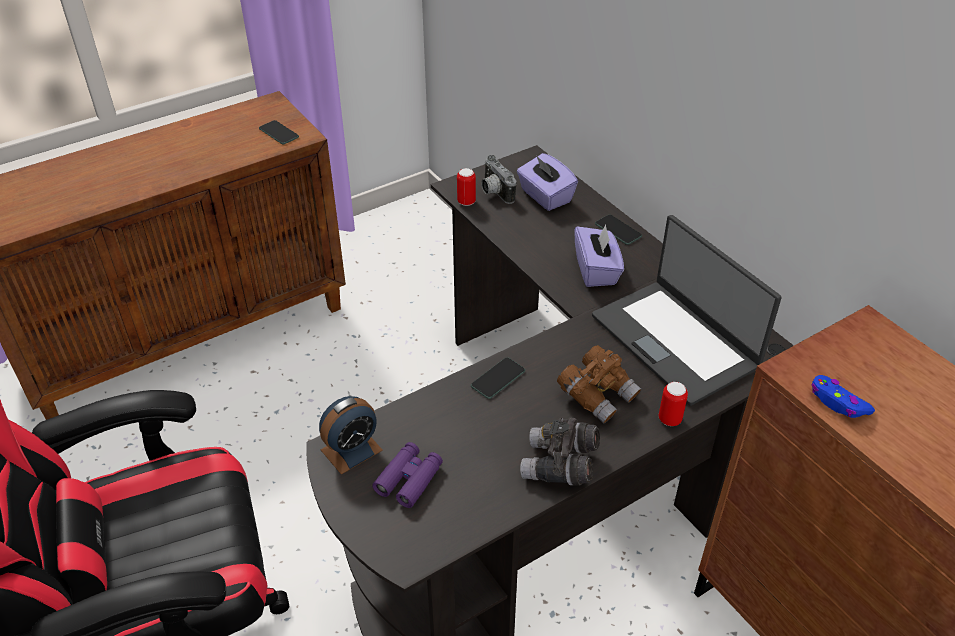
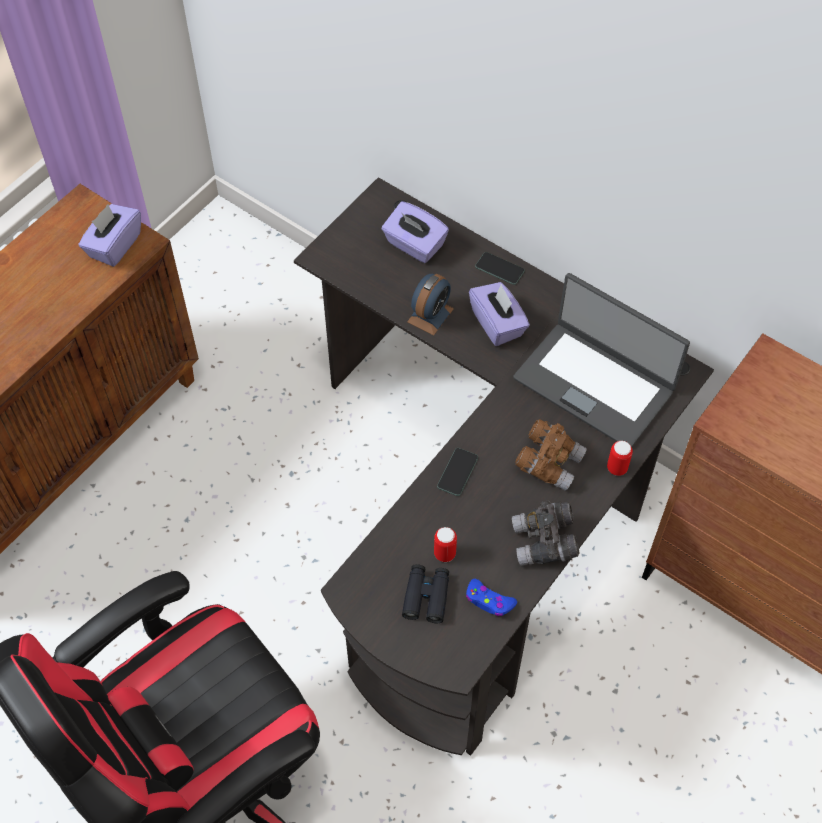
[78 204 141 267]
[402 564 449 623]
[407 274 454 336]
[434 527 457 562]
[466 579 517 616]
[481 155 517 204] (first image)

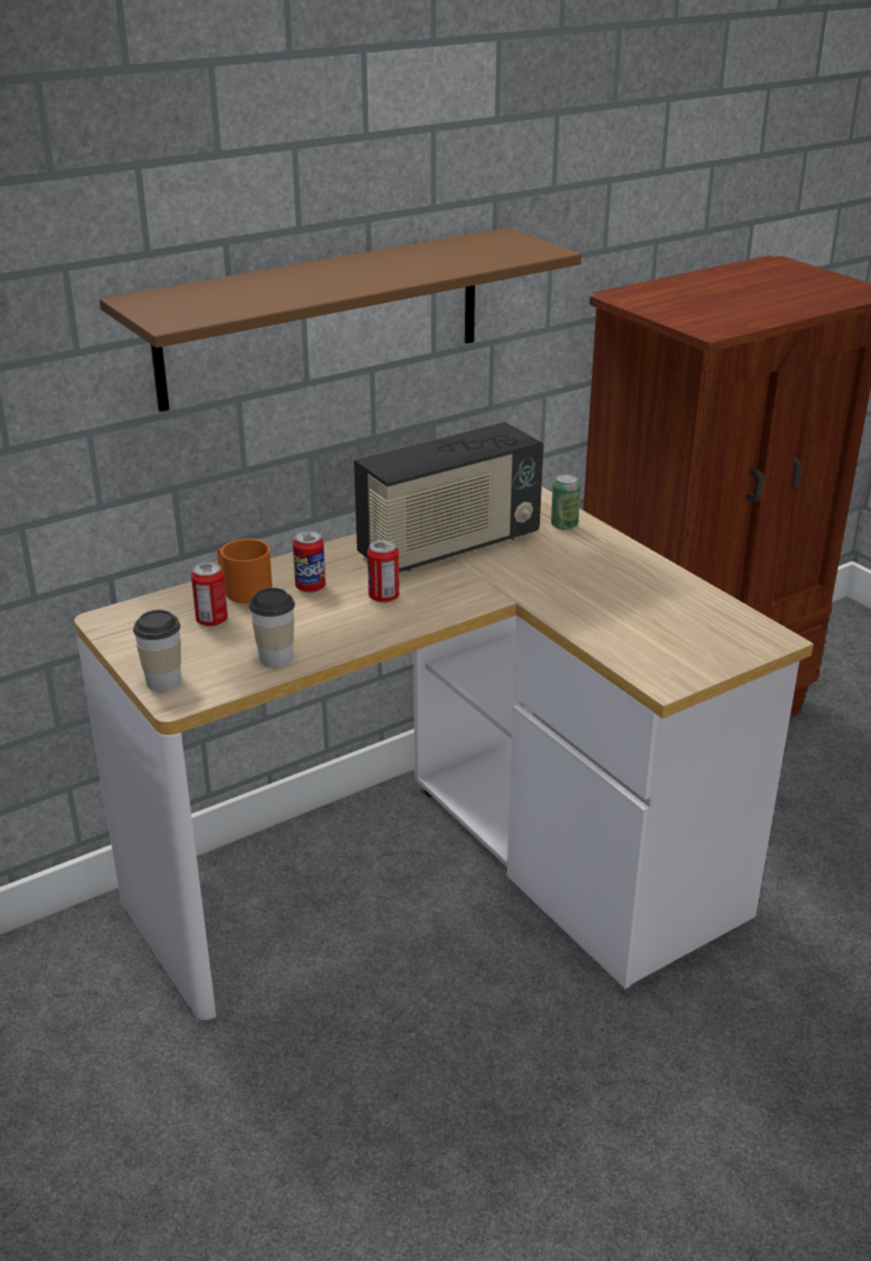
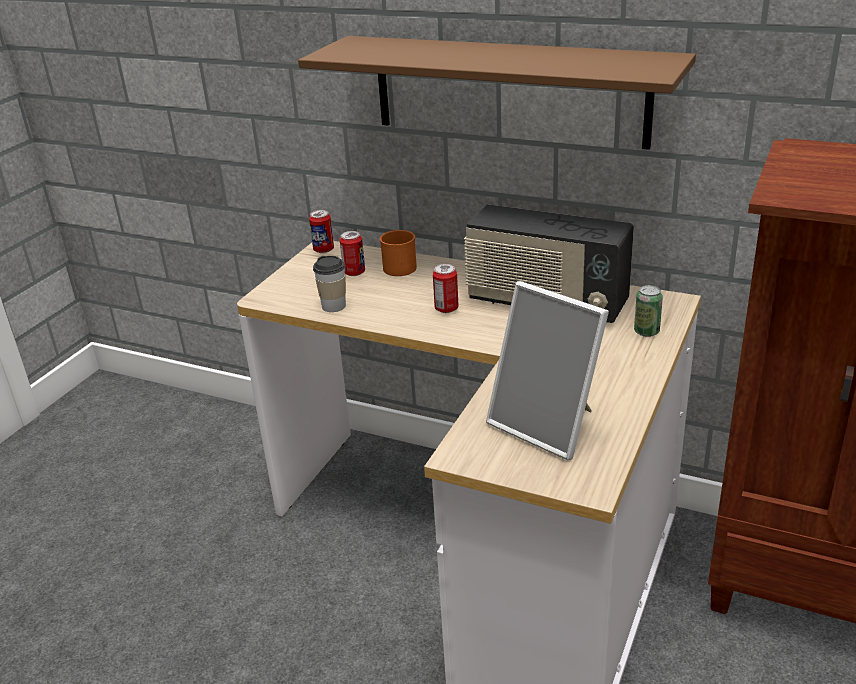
[309 210 334 253]
[486 281 609 460]
[133 610 181 691] (first image)

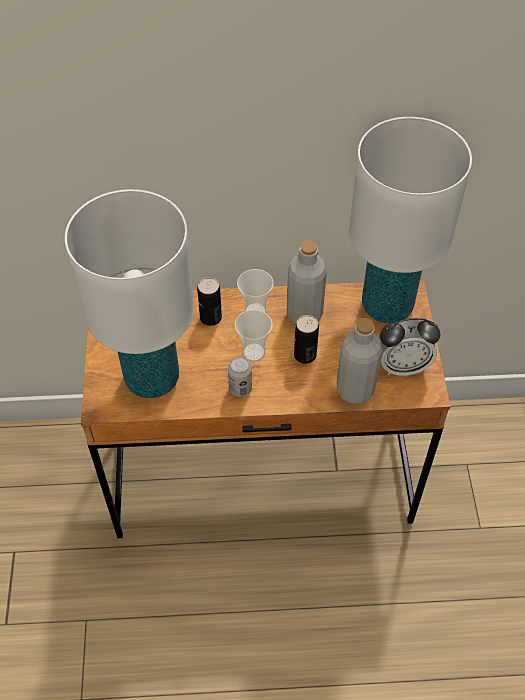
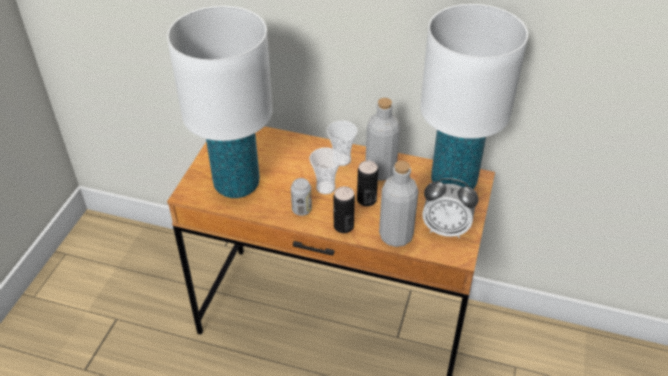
[334 186 355 233]

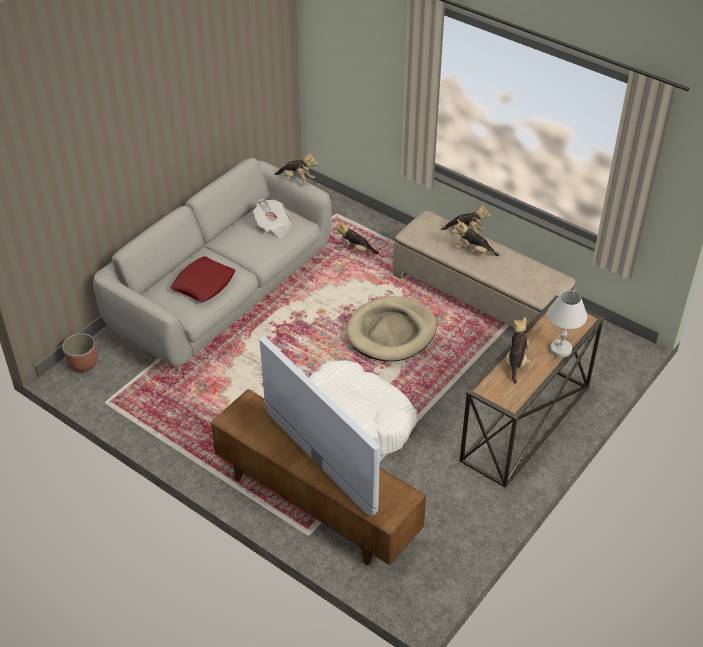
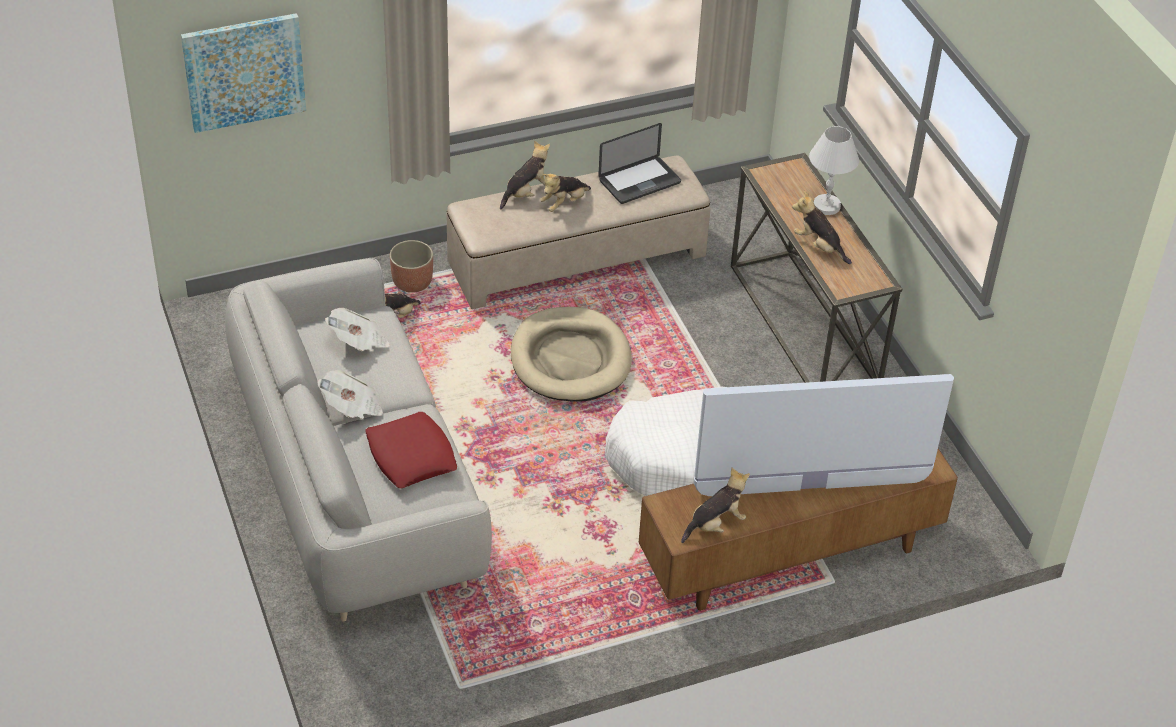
[181 13 306 133]
[317 370 383 419]
[390 240 433 293]
[598 123 681 204]
[681 468 750 543]

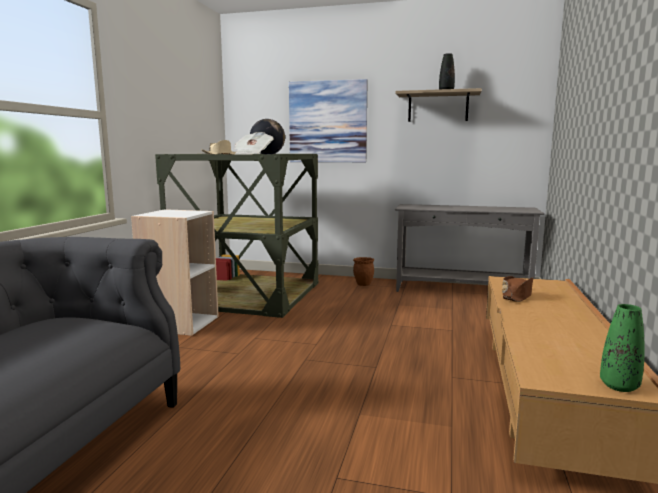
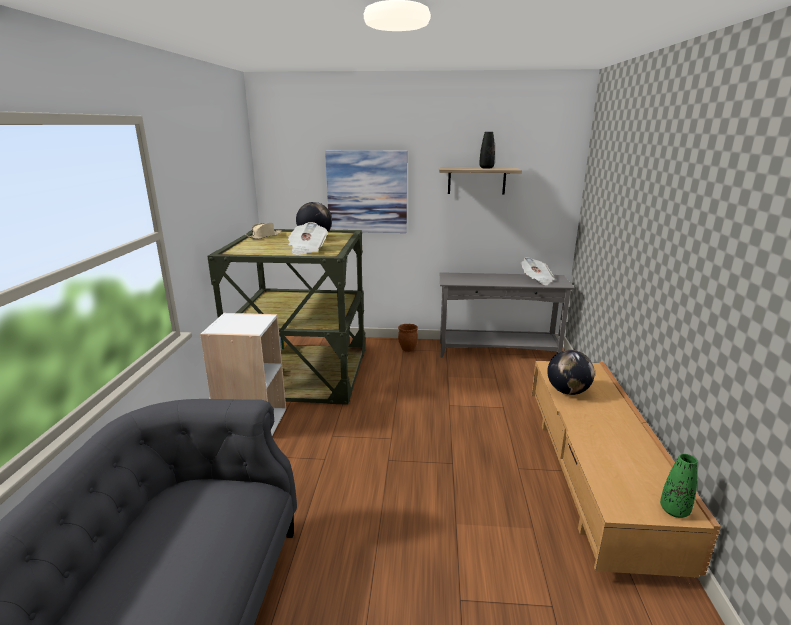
[521 257 555 285]
[547 350 595 395]

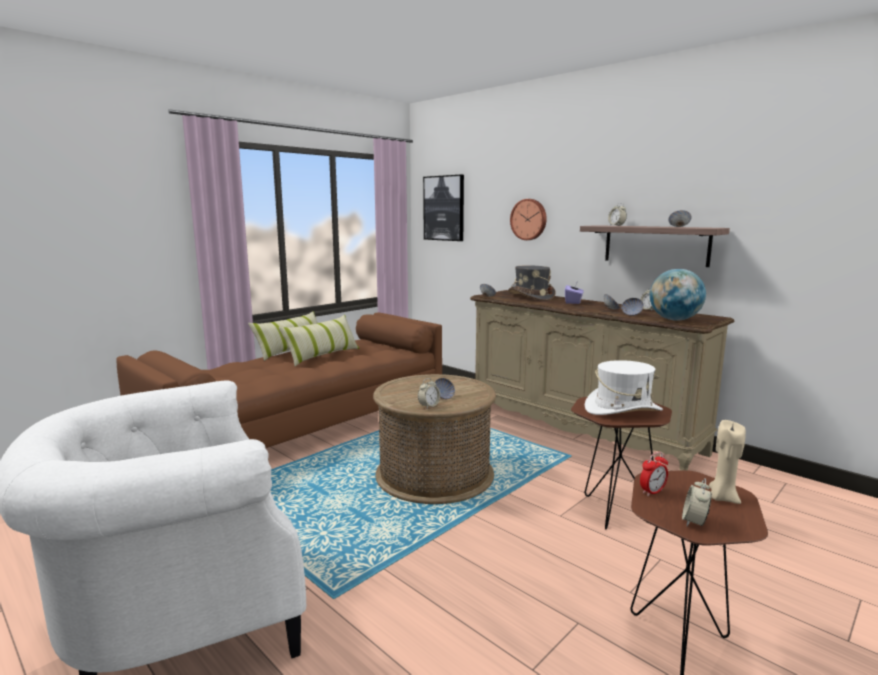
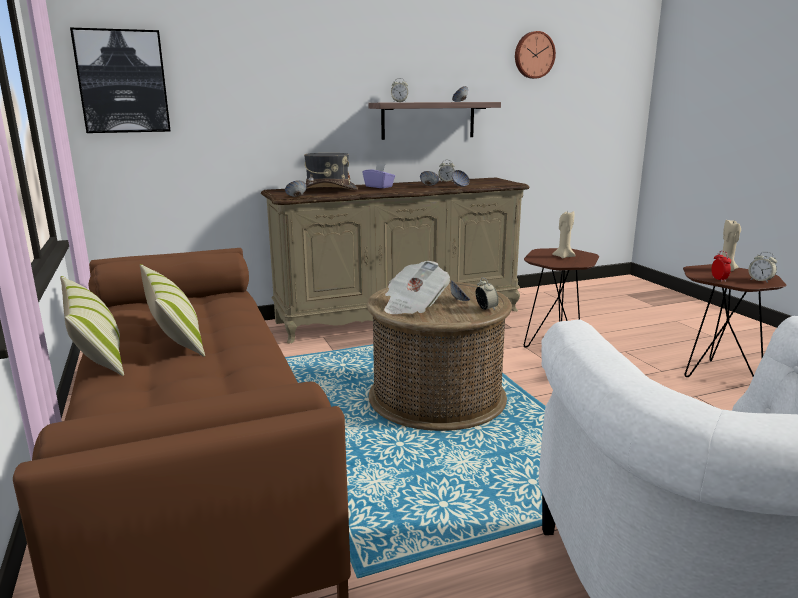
[384 261 450 314]
[515 31 556 79]
[552 211 576 259]
[650 269 706 321] (first image)

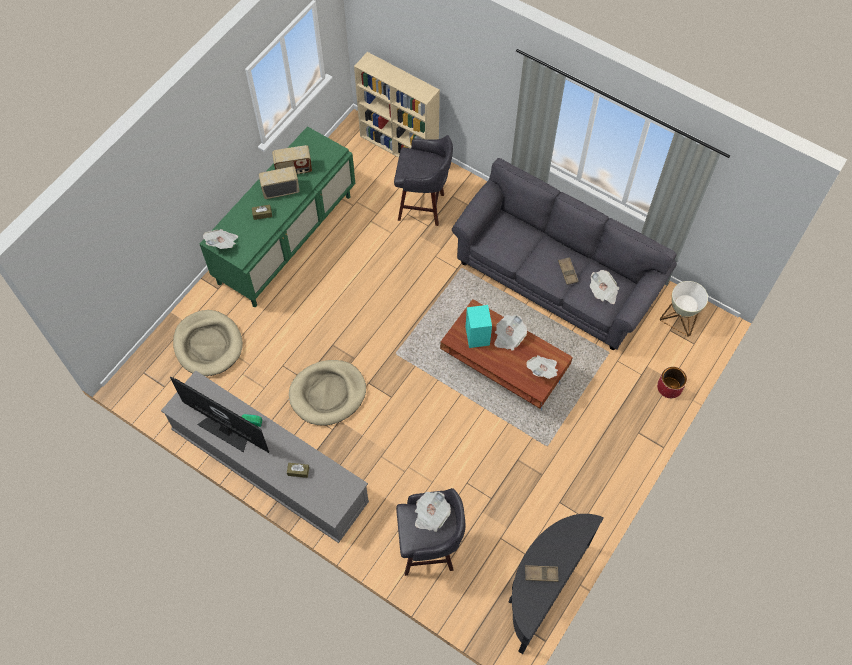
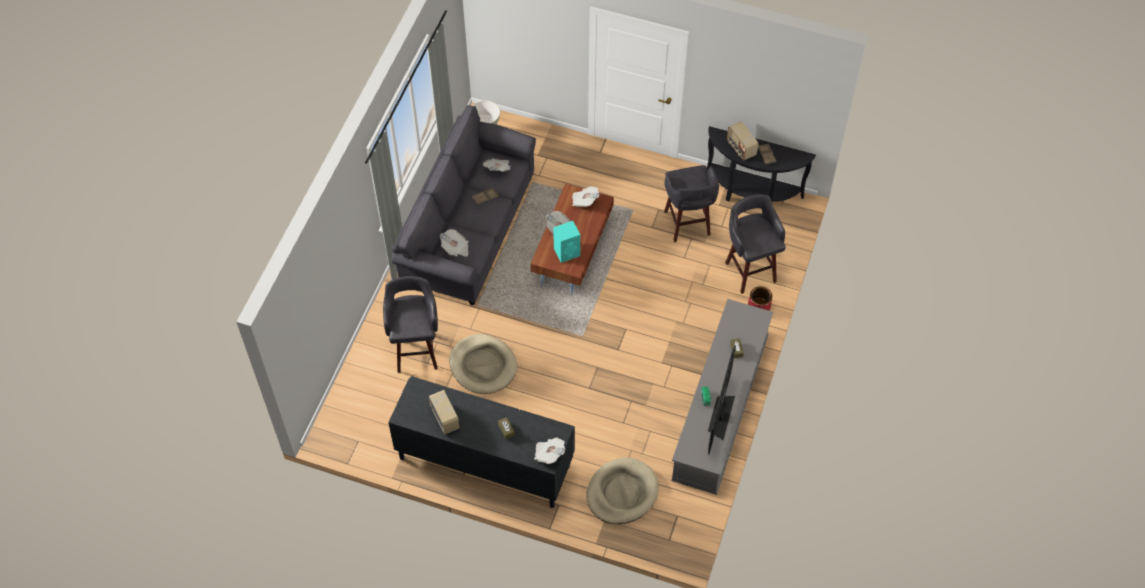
[388 376 575 508]
[440 229 469 257]
[449 334 517 394]
[664 165 719 242]
[727 121 759 160]
[748 286 773 311]
[354 52 440 158] (first image)

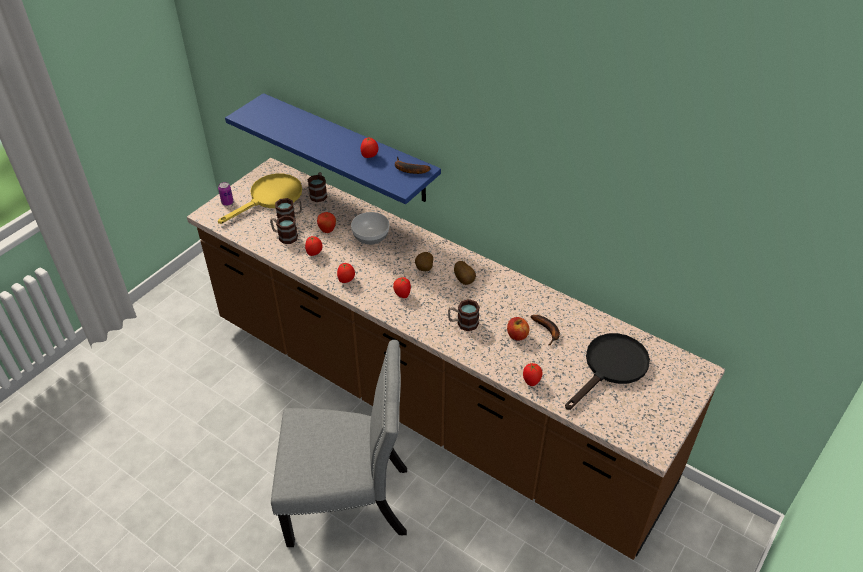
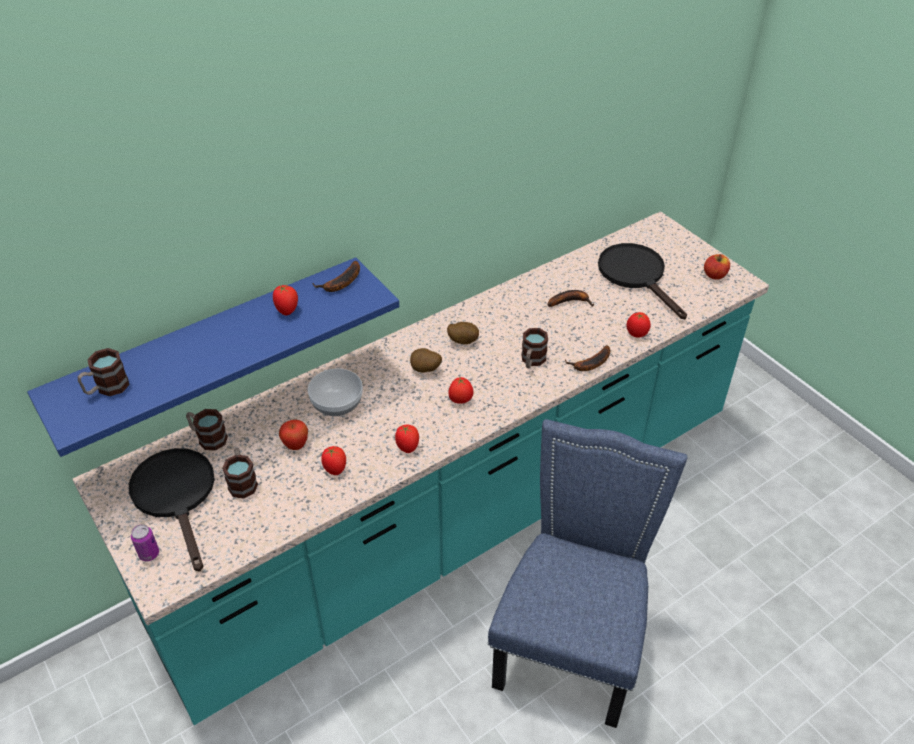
[73 211 769 725]
[78 348 130 396]
[129 448 215 572]
[488 419 688 728]
[565 345 610 371]
[704 254 730 280]

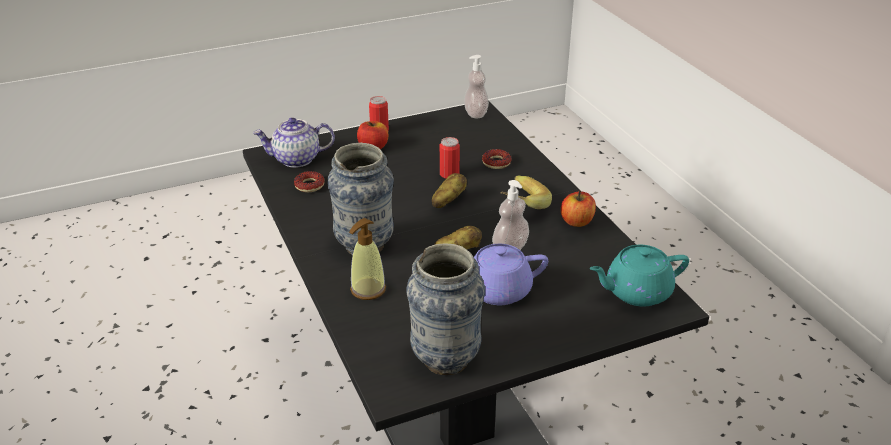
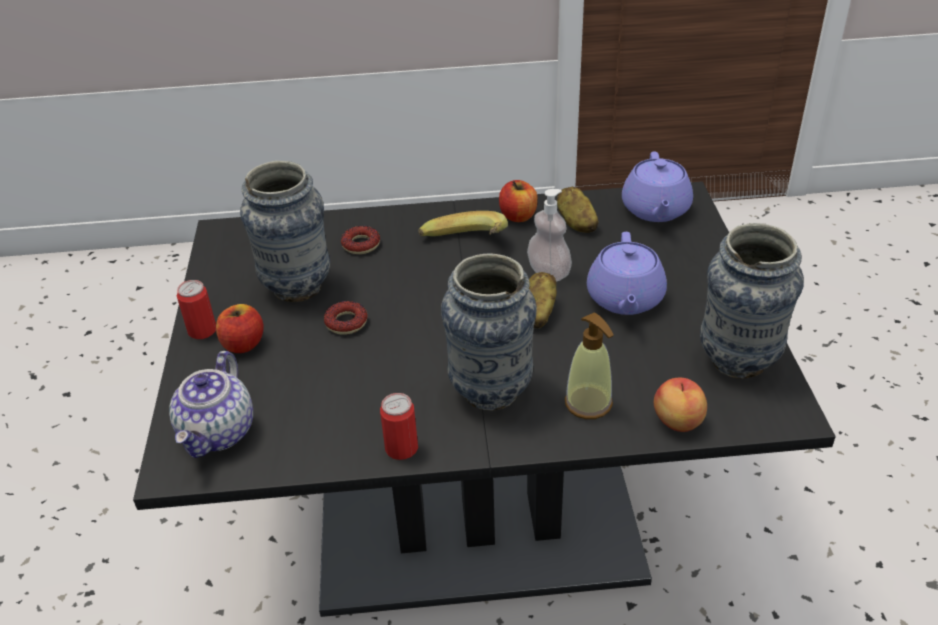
[240 161 330 302]
[324 301 367 335]
[380 393 418 460]
[557 186 599 233]
[622 152 693 222]
[654 378 707 432]
[464 55 489 118] (first image)

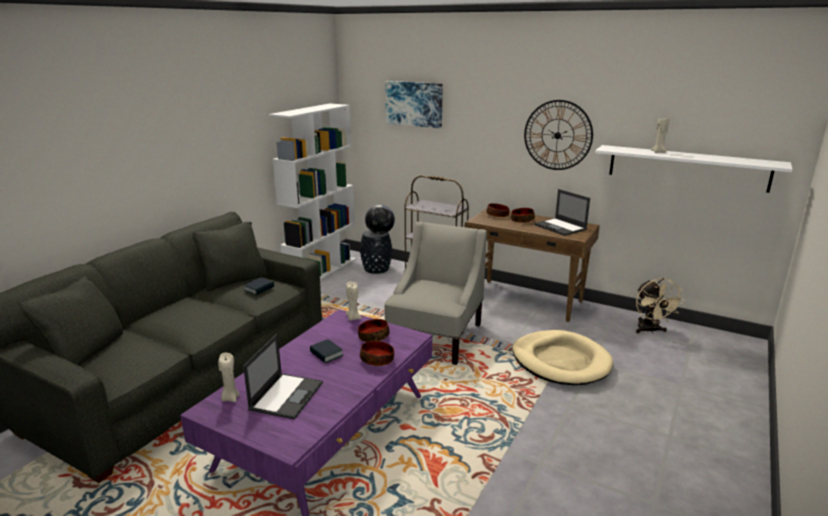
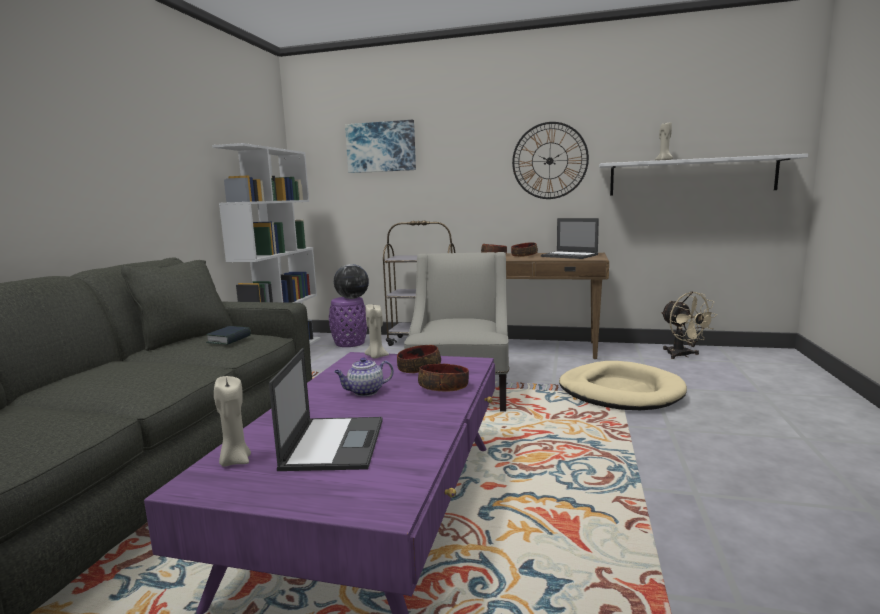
[329 297 367 347]
[334 357 394 396]

